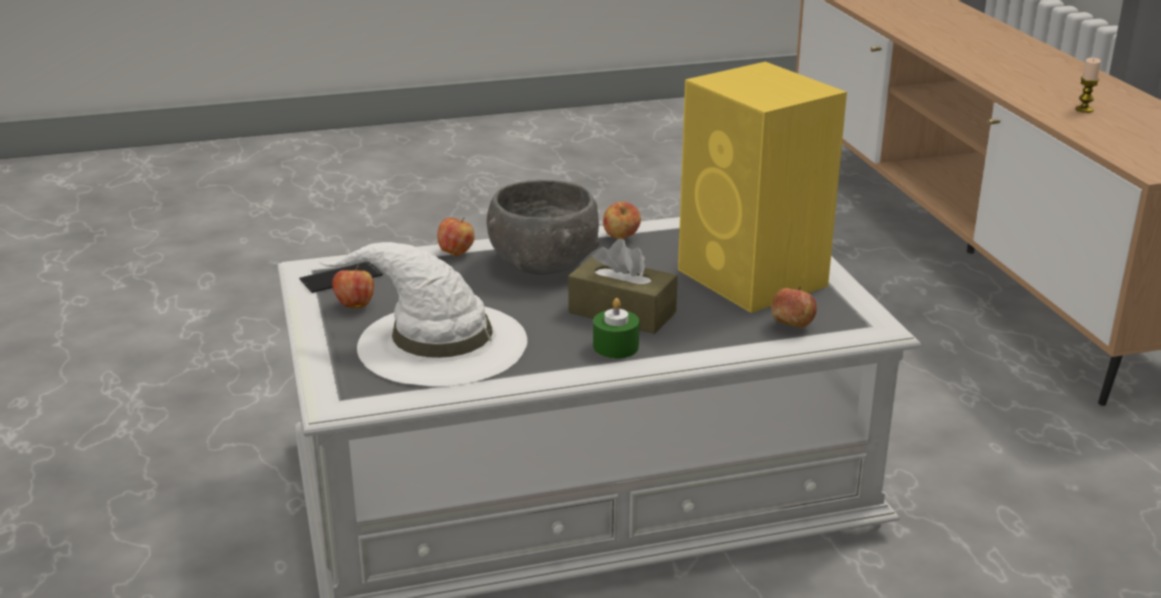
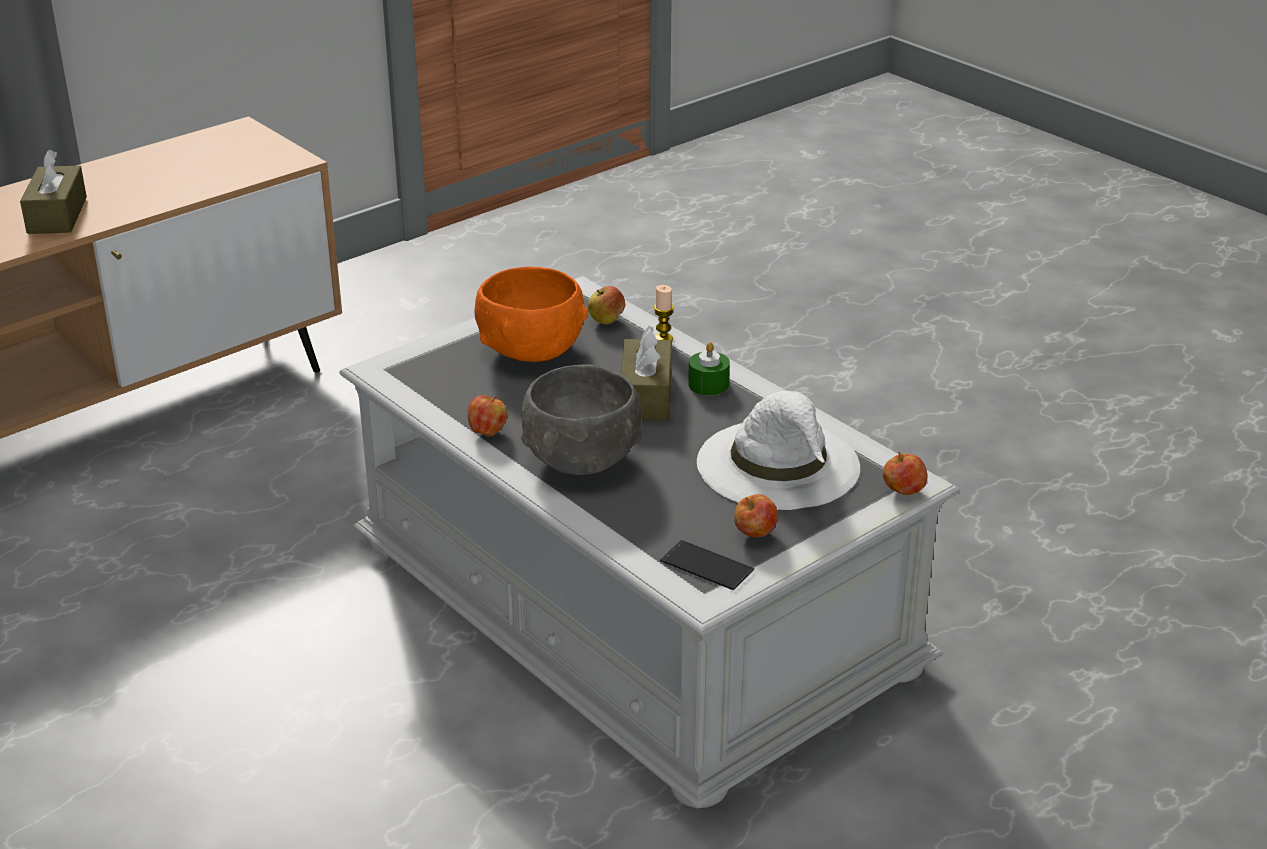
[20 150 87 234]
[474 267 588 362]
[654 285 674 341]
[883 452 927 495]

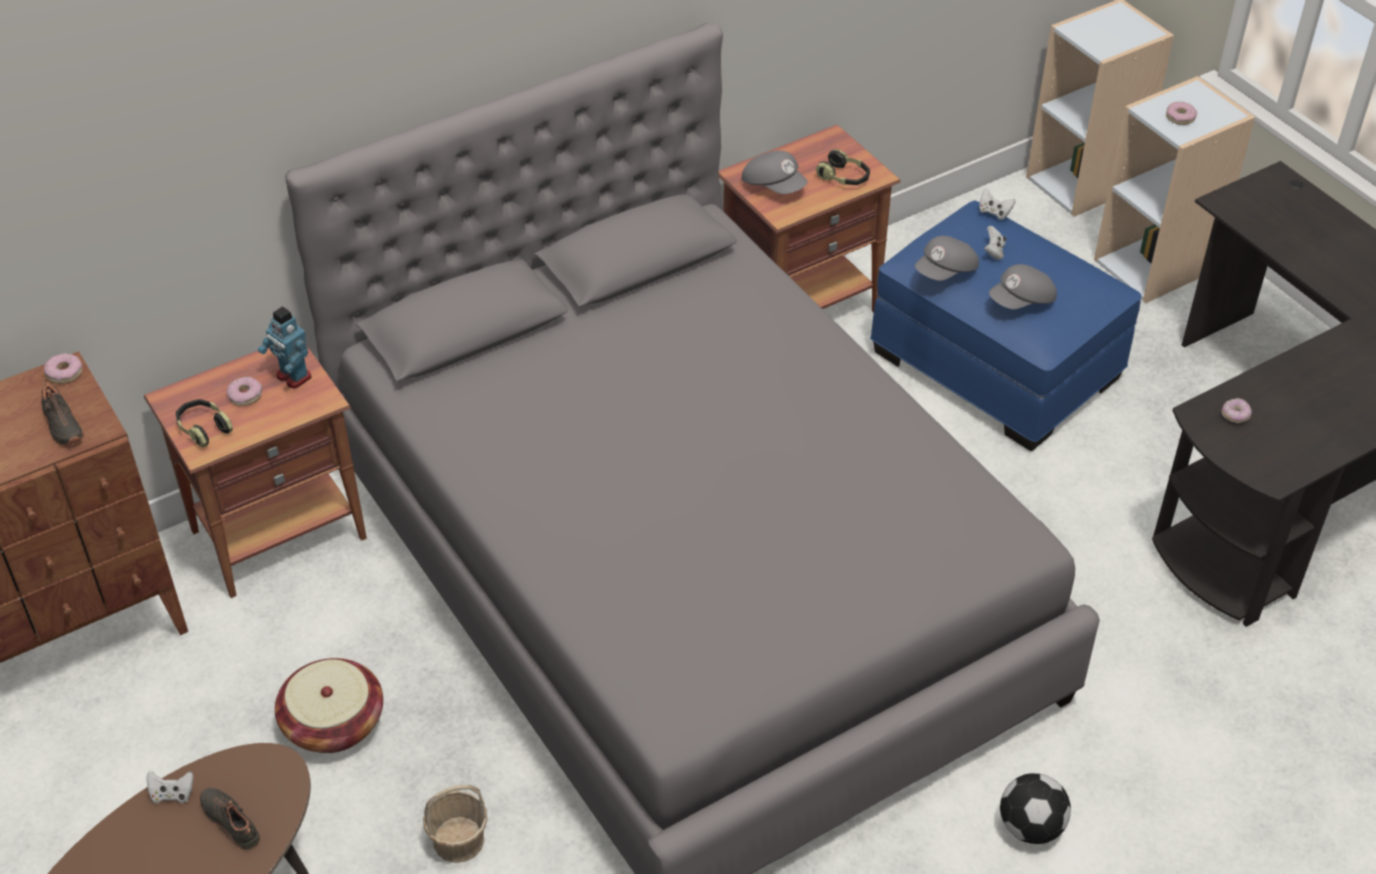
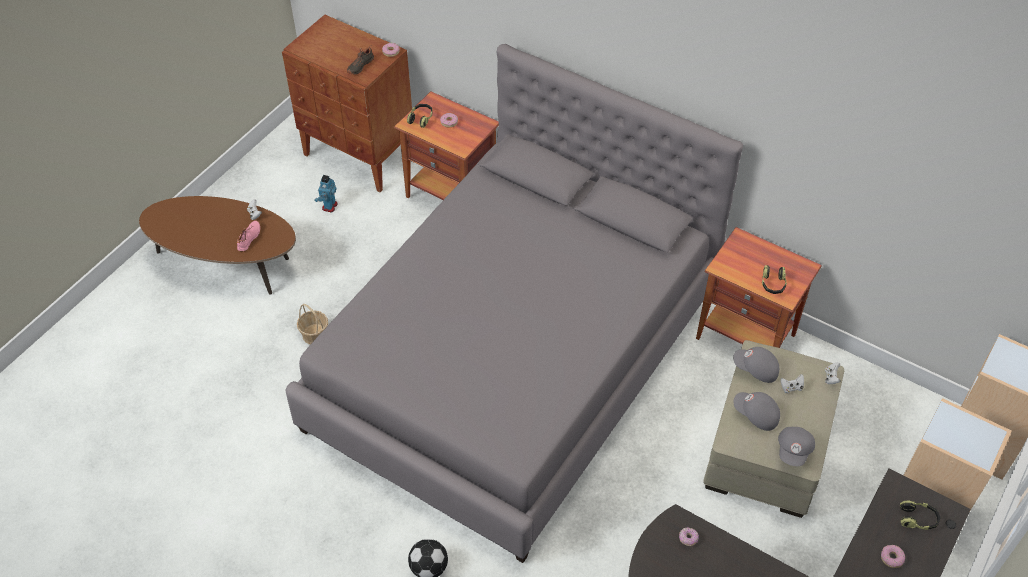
[237 221 260 252]
[314 175 338 213]
[703 340 844 518]
[778 427 815 466]
[881 545 905 568]
[900 500 940 530]
[275 658 383 753] (first image)

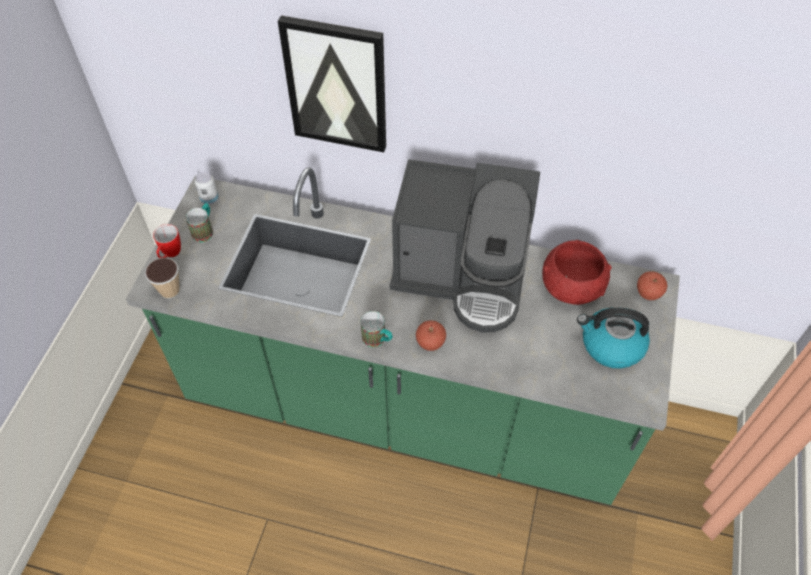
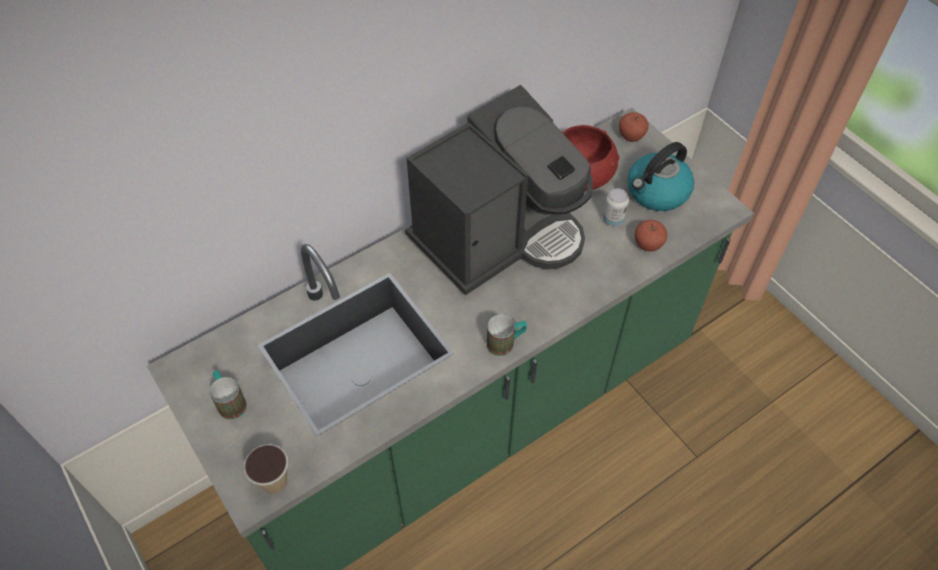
[603 188 629 227]
[635 220 667 251]
[153 224 181 258] (first image)
[278 15 386 152] (first image)

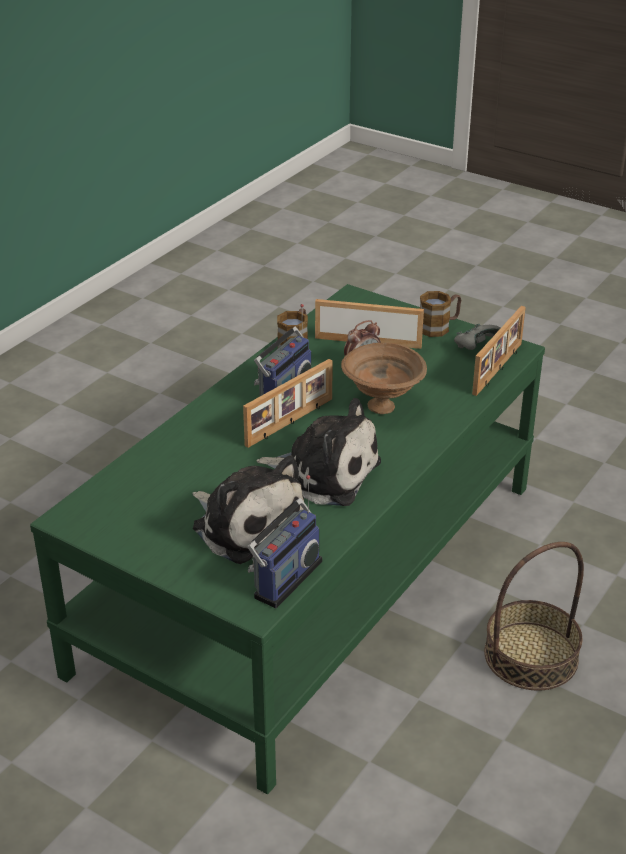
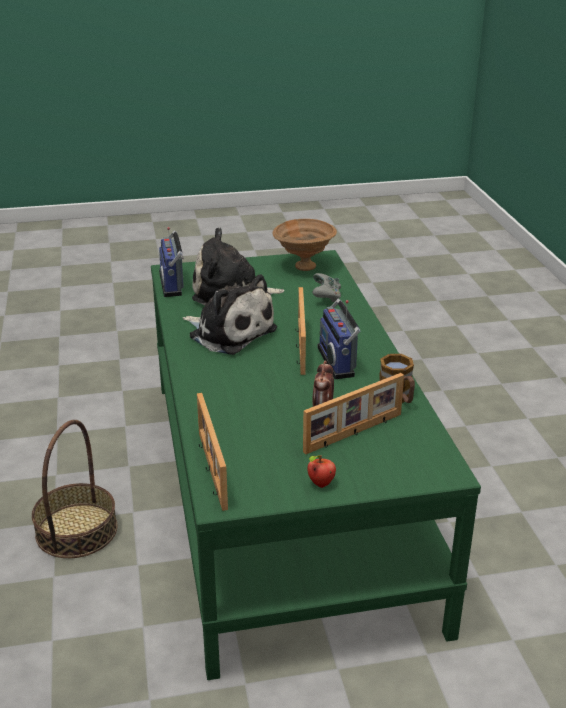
[183 275 277 355]
[273 219 337 271]
[307 455 336 488]
[312 273 341 302]

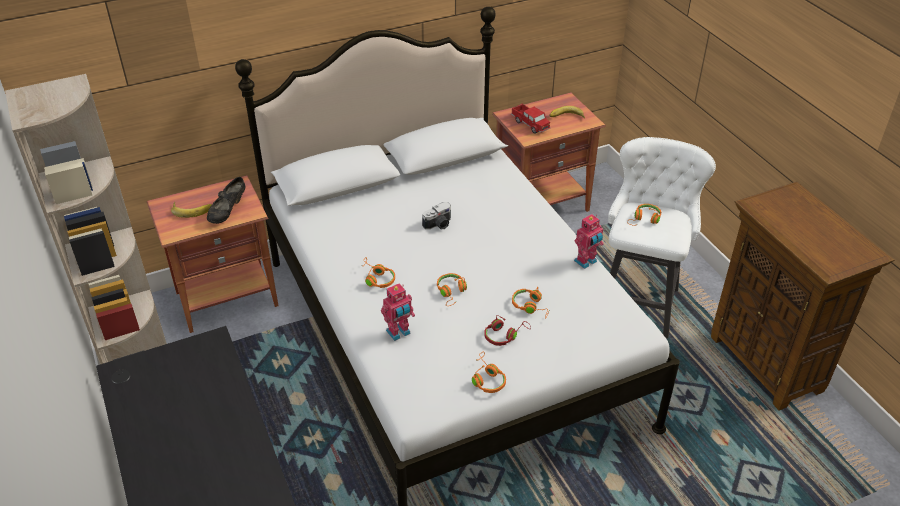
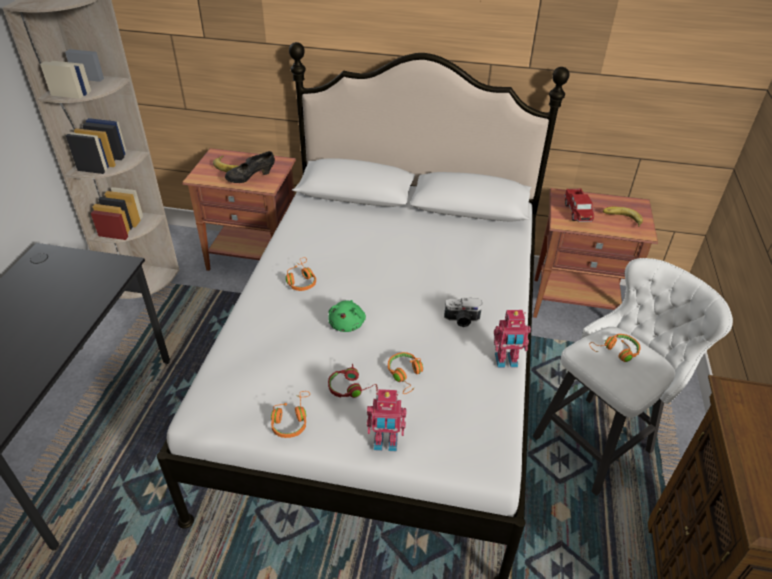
[328 300 366 332]
[367 389 407 451]
[444 298 482 327]

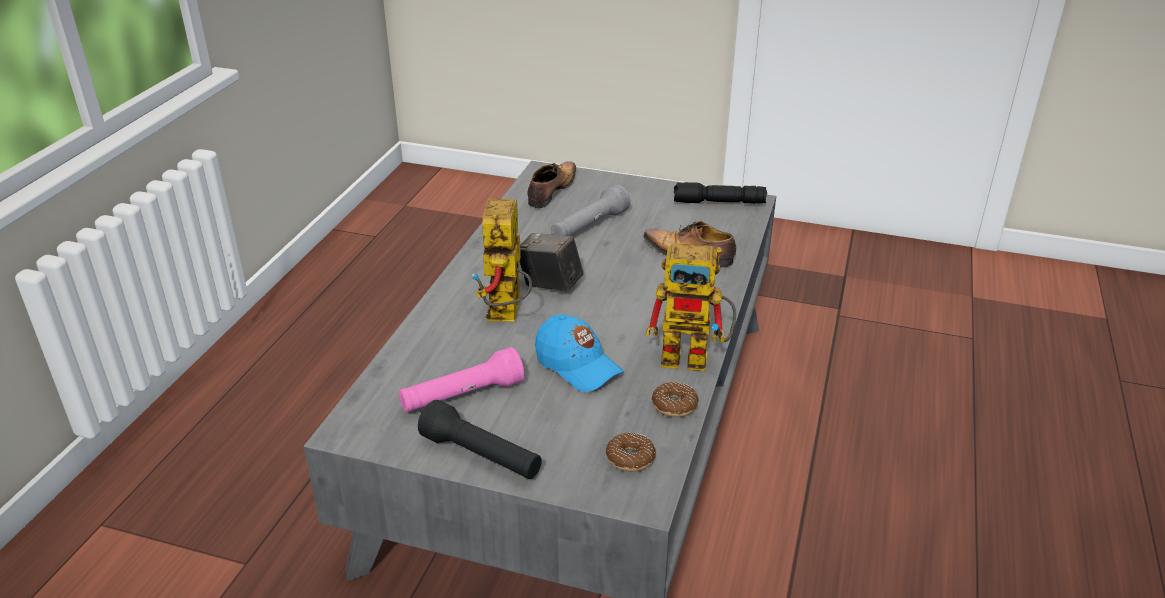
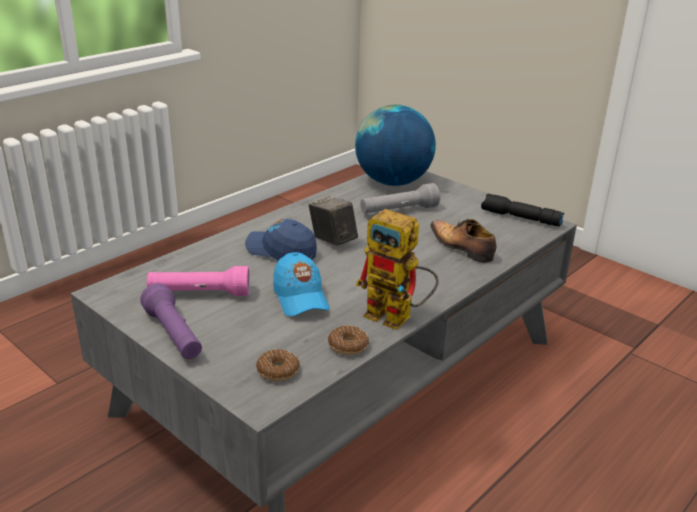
[140 283 202 359]
[245 219 317 261]
[355 105 436 186]

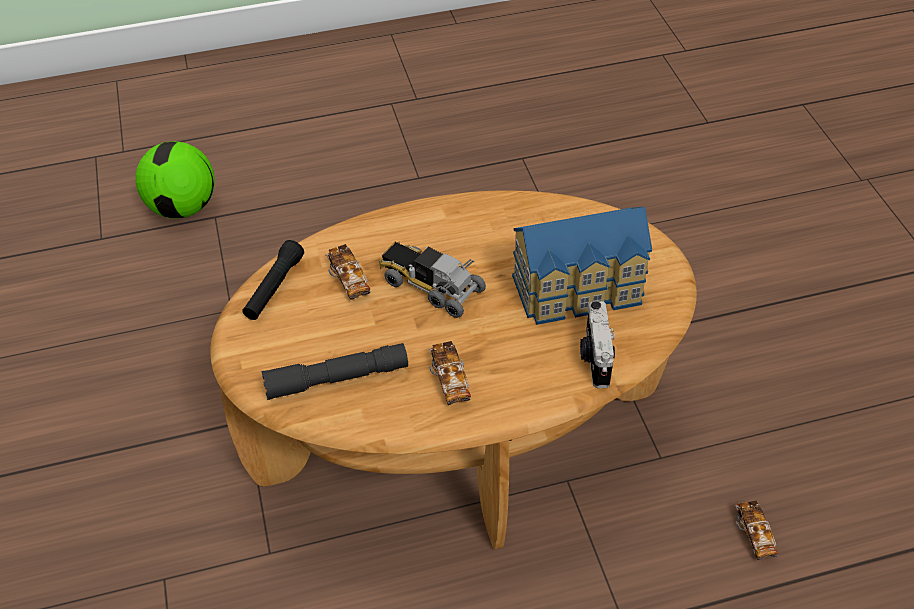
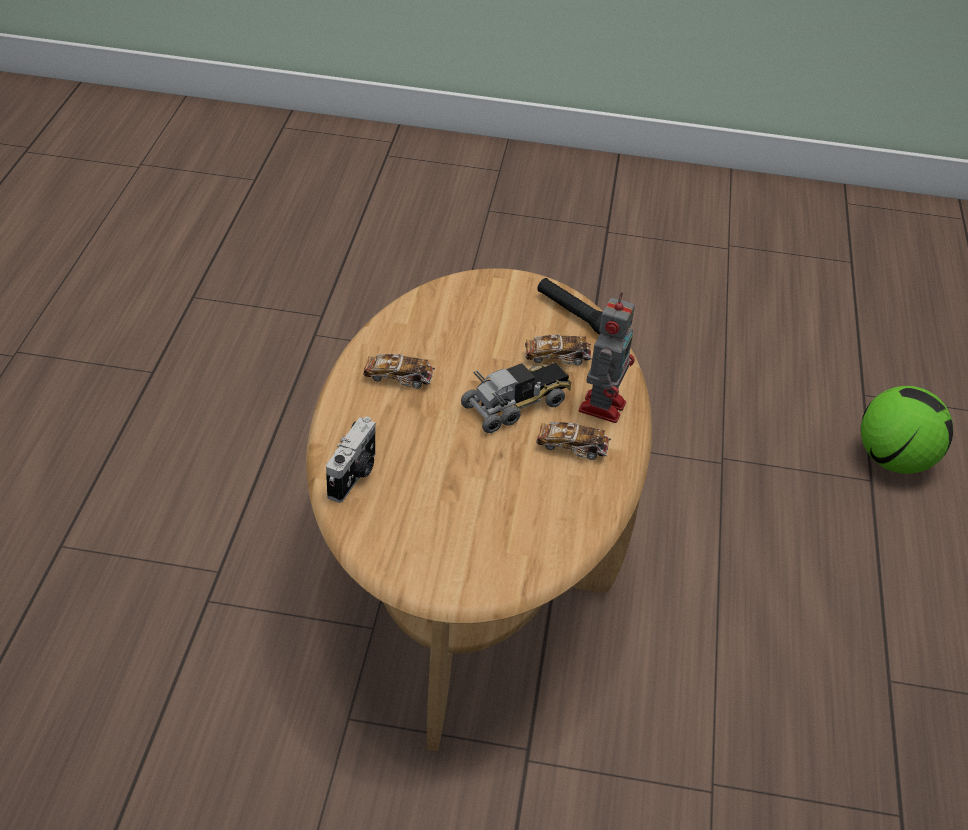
[326 417 376 503]
[536 422 611 460]
[579 292 635 423]
[262 343 408 400] (first image)
[512 207 652 325] (first image)

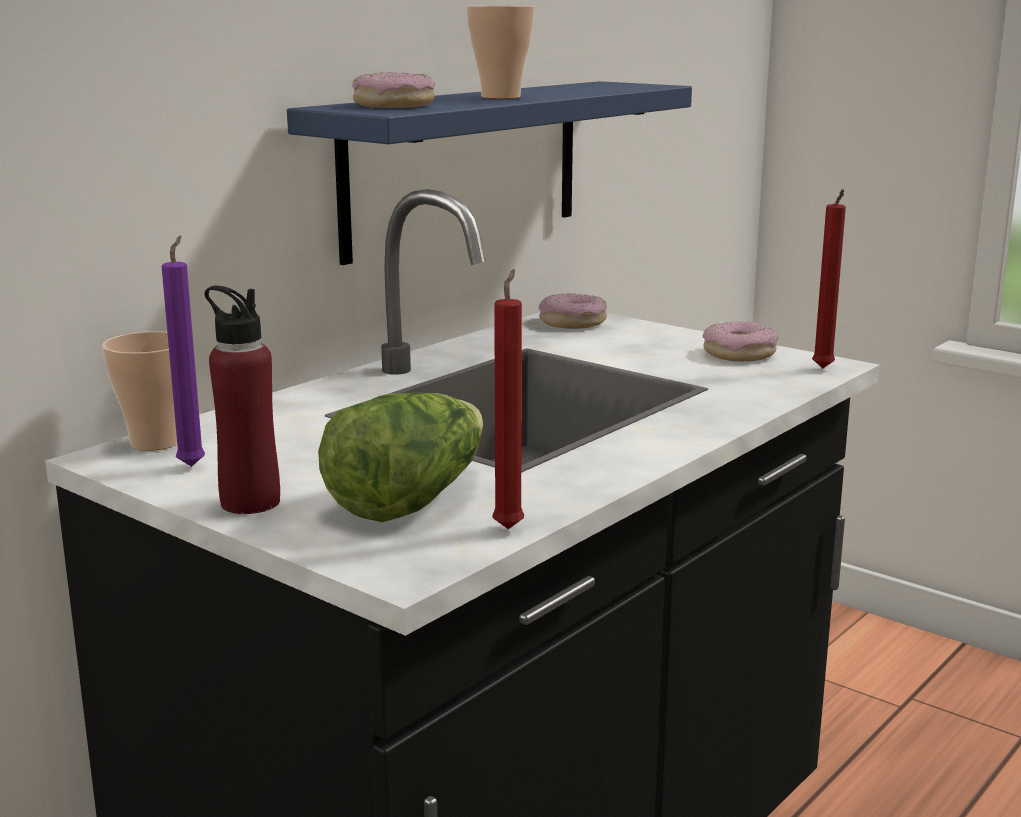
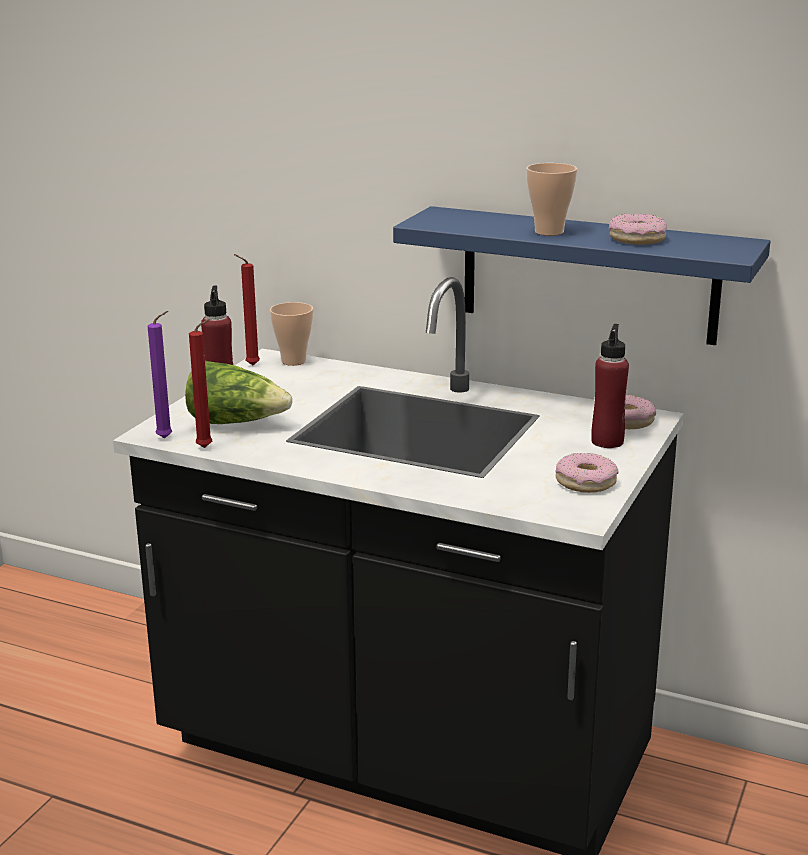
[148 311 172 438]
[234 254 260 365]
[591 324 629 448]
[609 214 667 245]

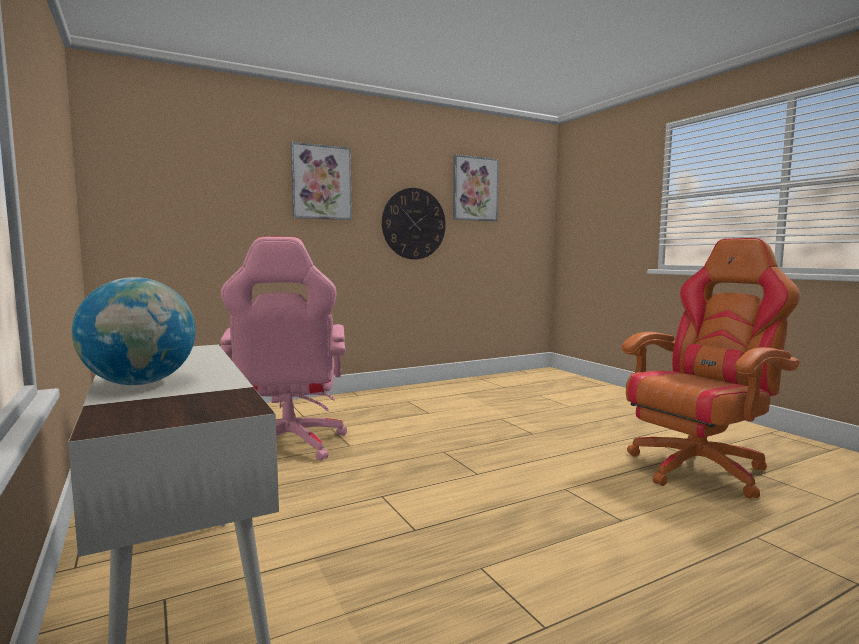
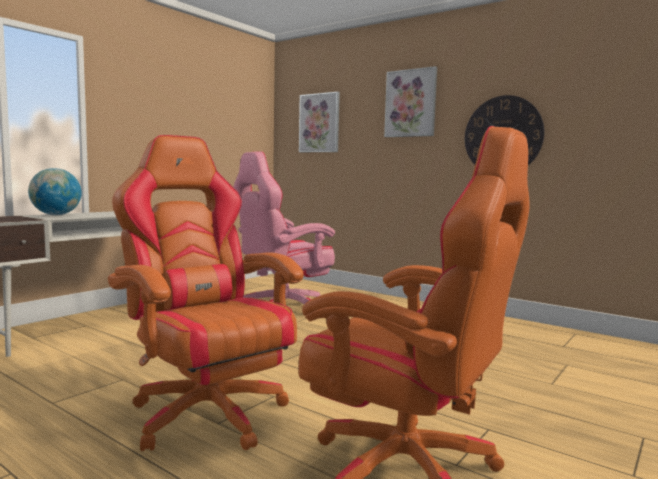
[108 135 304 451]
[299 92 340 152]

